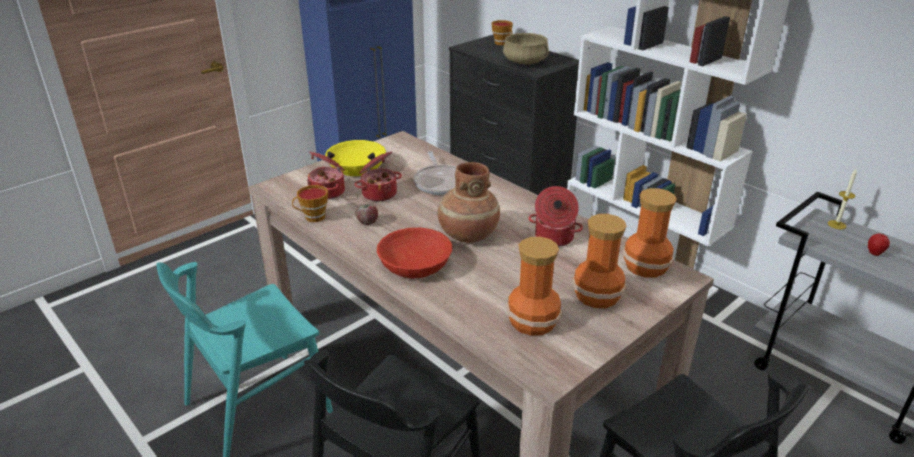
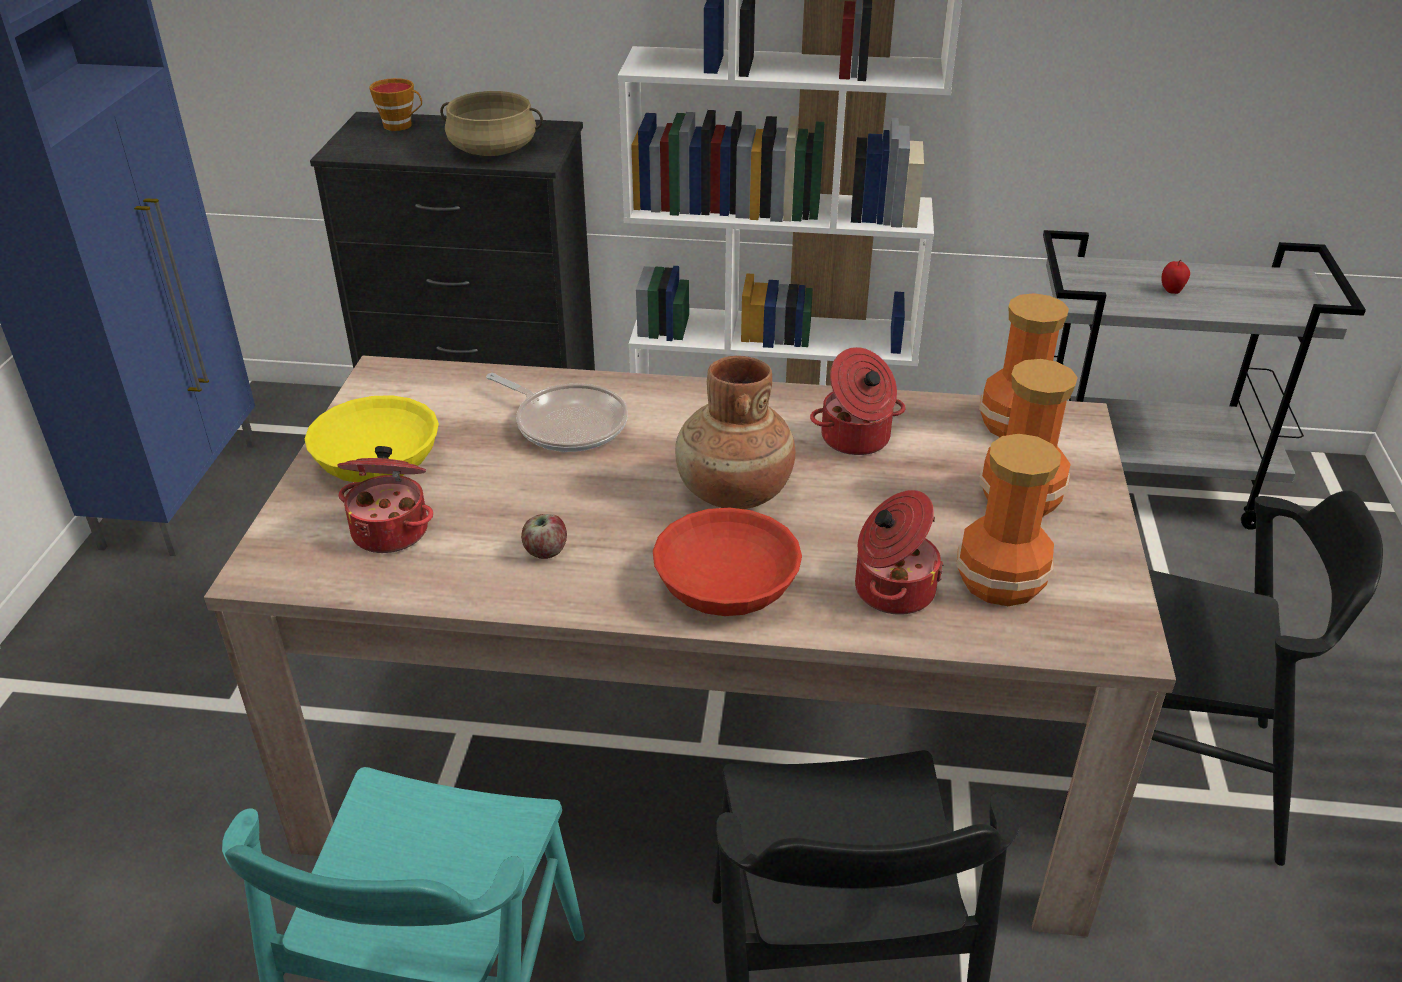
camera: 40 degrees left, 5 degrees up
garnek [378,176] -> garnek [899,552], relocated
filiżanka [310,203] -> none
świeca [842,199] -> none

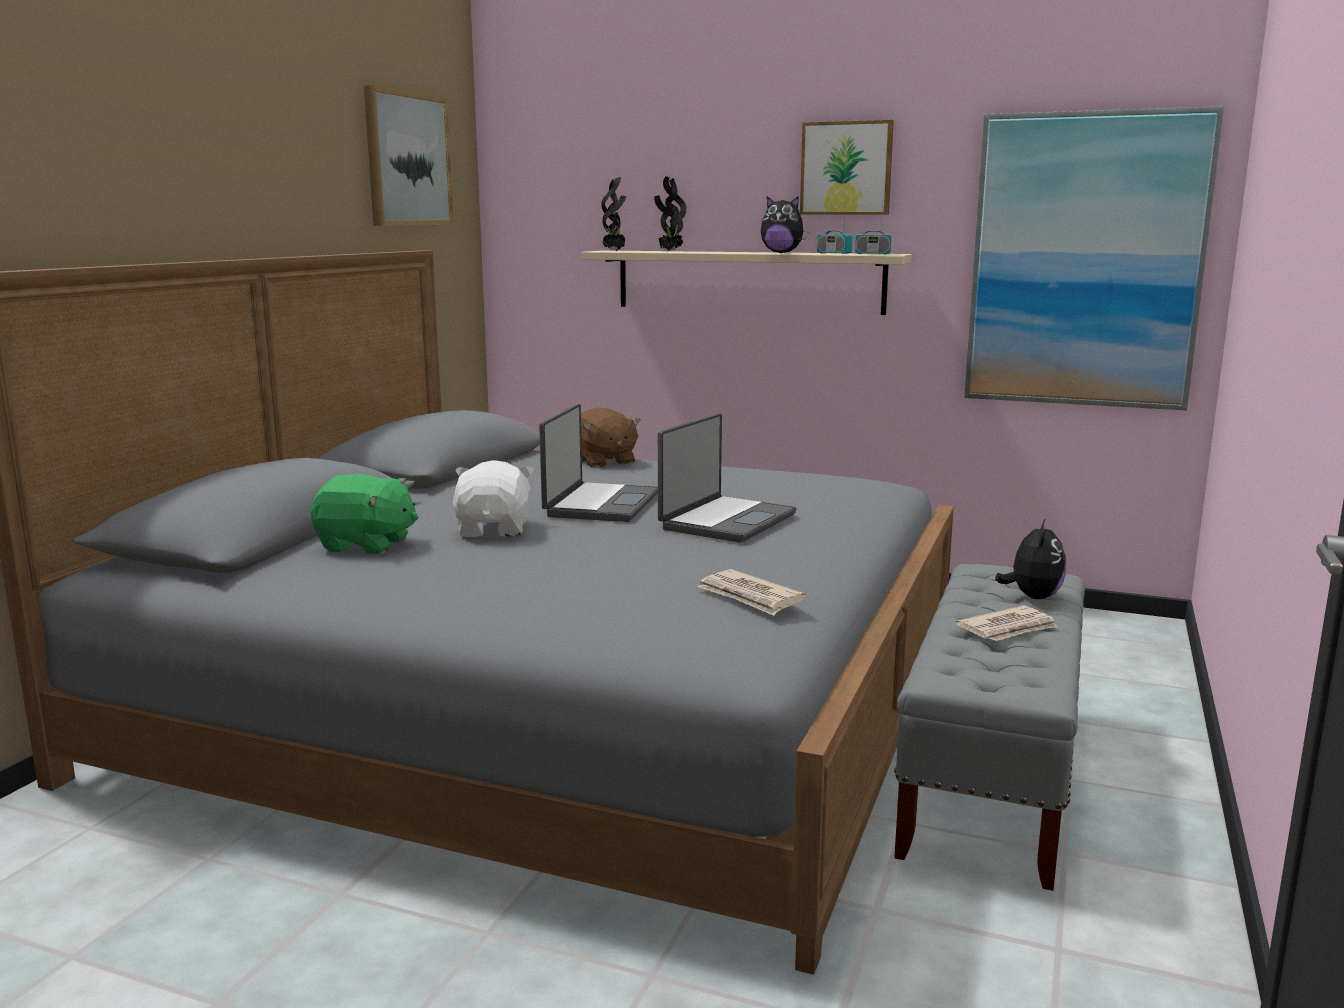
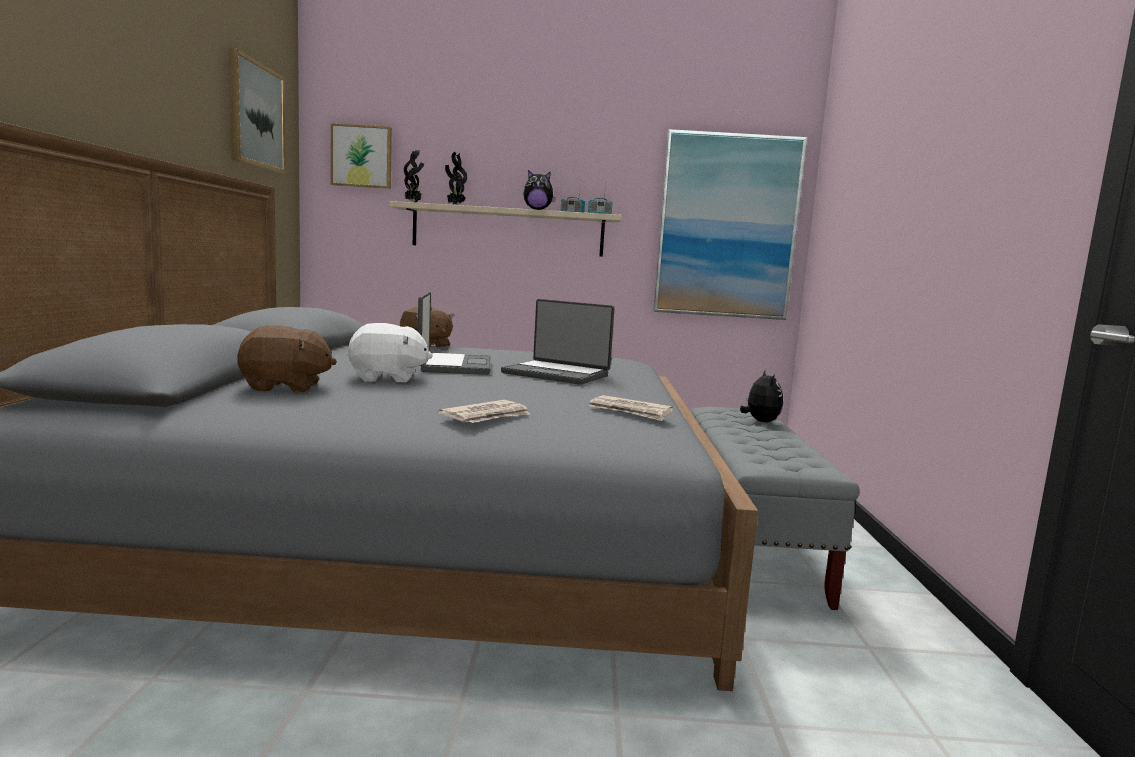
camera: 20 degrees left, 5 degrees down
pluszak (zielony) [364,514] -> pluszak (brązowy) [287,359]
obraz [847,167] -> obraz [361,156], relocated
pluszak (biały) [493,498] -> pluszak (biały) [390,353], 105 degrees clockwise
gazeta [1006,623] -> gazeta [484,411], relocated
laptop [727,478] -> laptop [558,342], 105 degrees clockwise

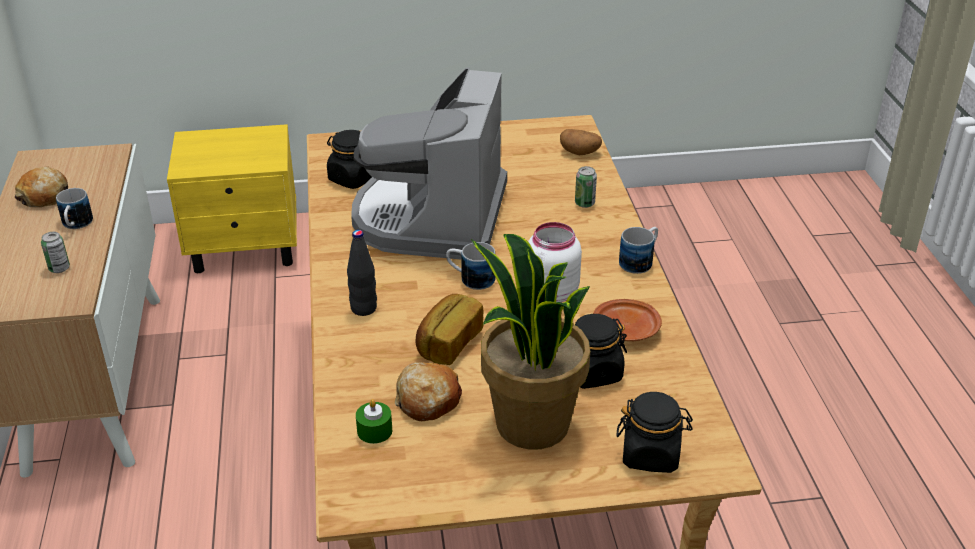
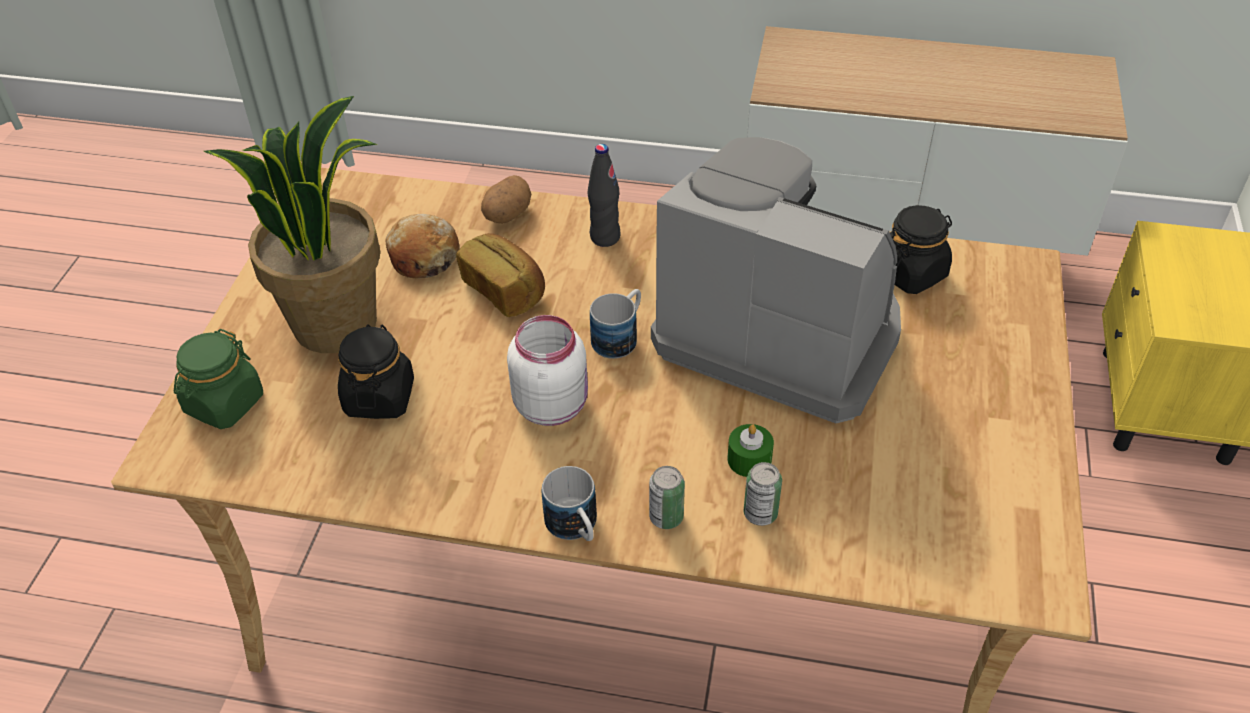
camera: 110 degrees right, 10 degrees up
słoik (czarny) [654,432] -> słoik (zielony) [218,379]
ziemniak [581,142] -> ziemniak [506,199], relocated
puszka [55,252] -> puszka [667,497], relocated
świeca (zielony) [374,421] -> świeca (zielony) [750,450], relocated
chleb [41,187] -> none
kubek [74,208] -> none
talerz (brązowy) [627,320] -> none

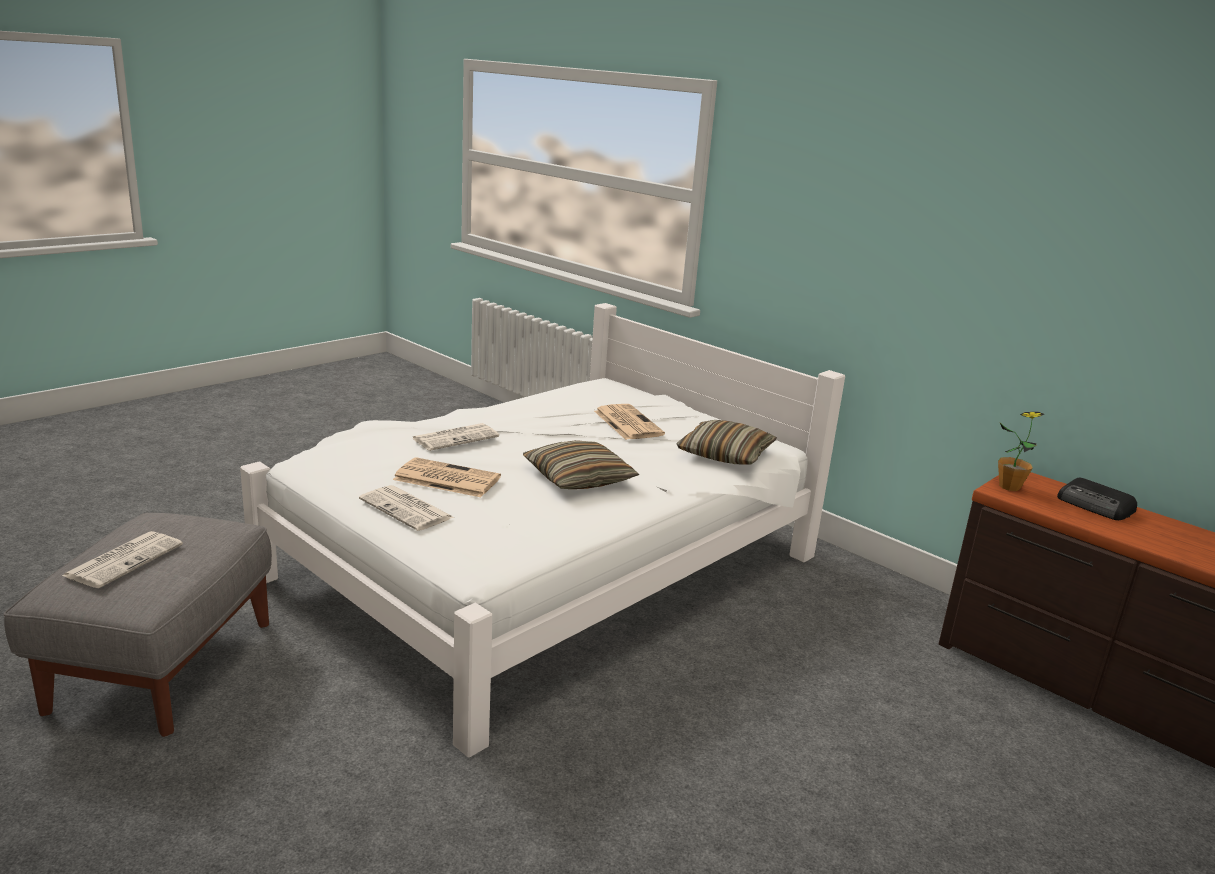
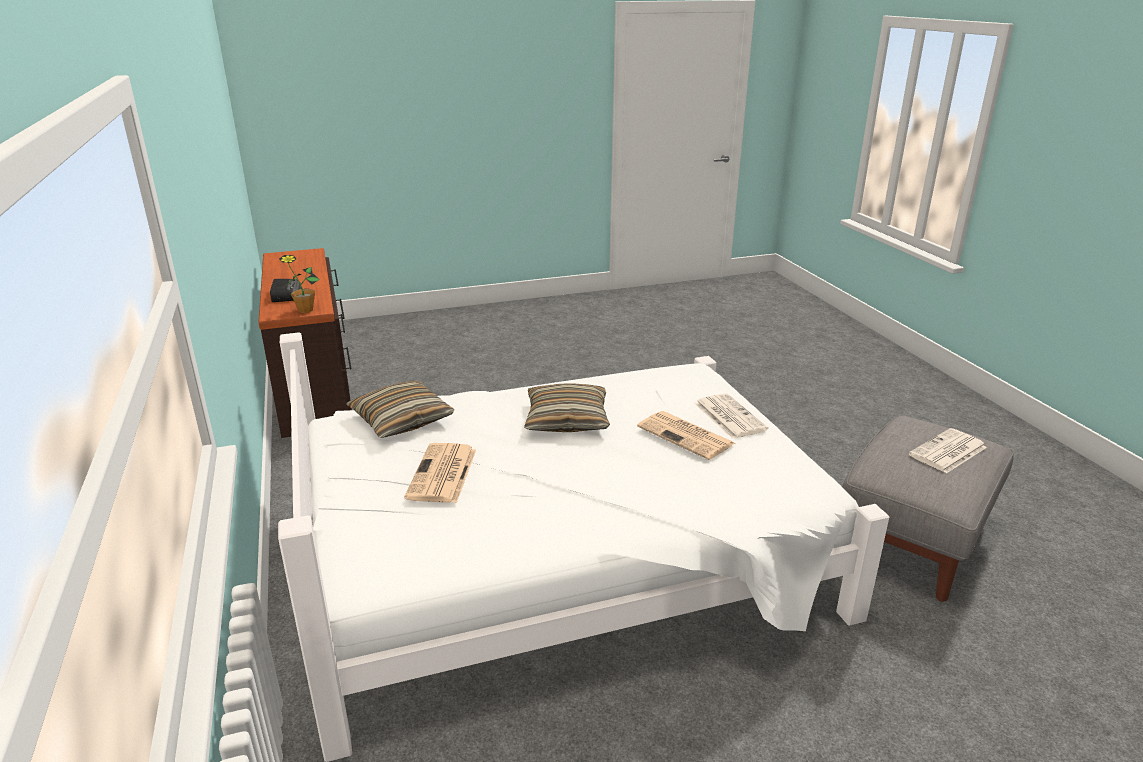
camera: 150 degrees left, 5 degrees up
gazeta [455,437] -> none

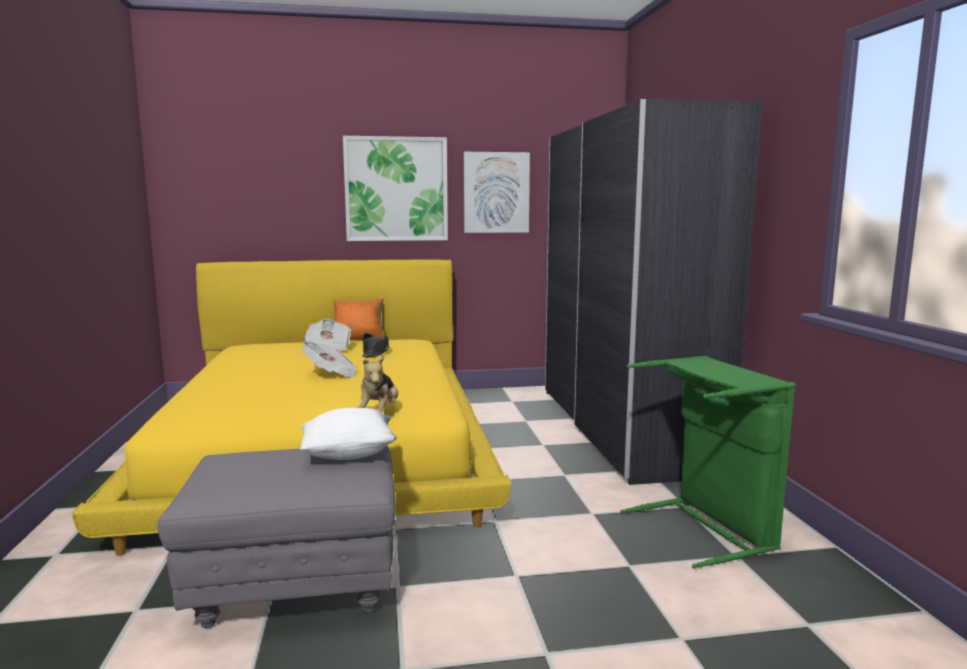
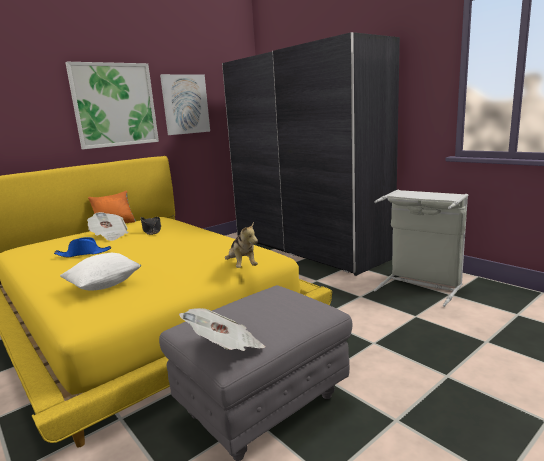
camera: 30 degrees left, 5 degrees up
none -> kapelusz (niebieski) [82,247]
poduszka (biały) [348,434] -> poduszka (biały) [100,271], relocated
gazeta [330,359] -> gazeta [222,329], relocated
kosz na pranie (zielony) [708,462] -> kosz na pranie (szary) [421,248]

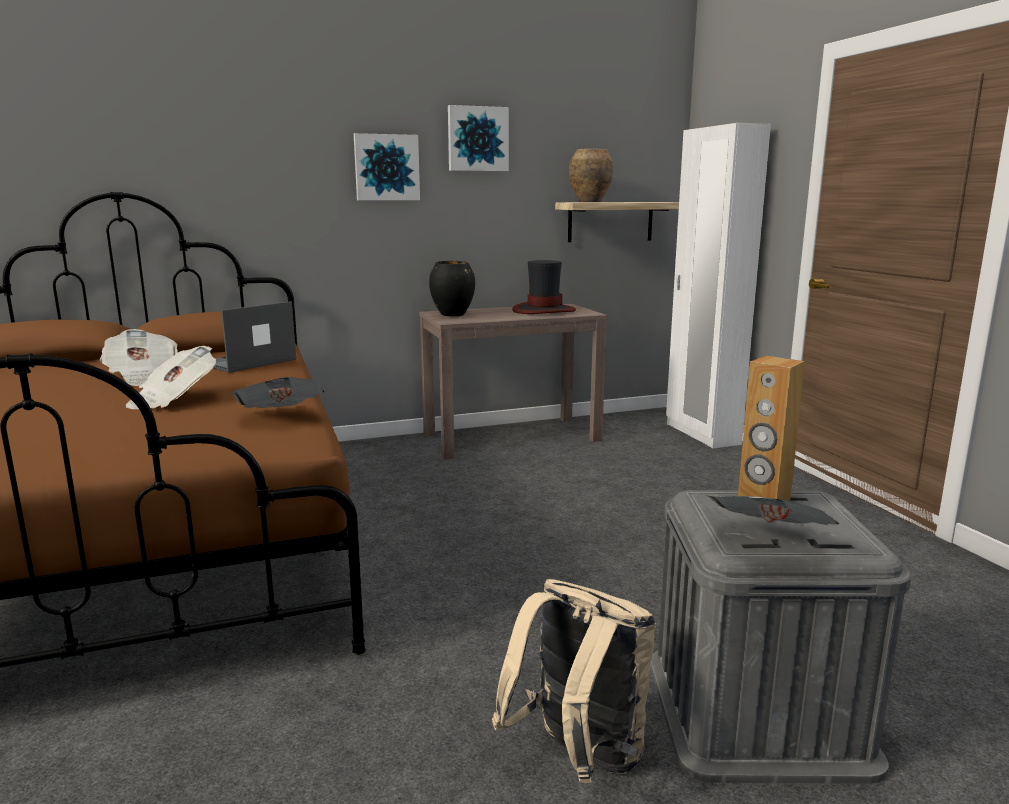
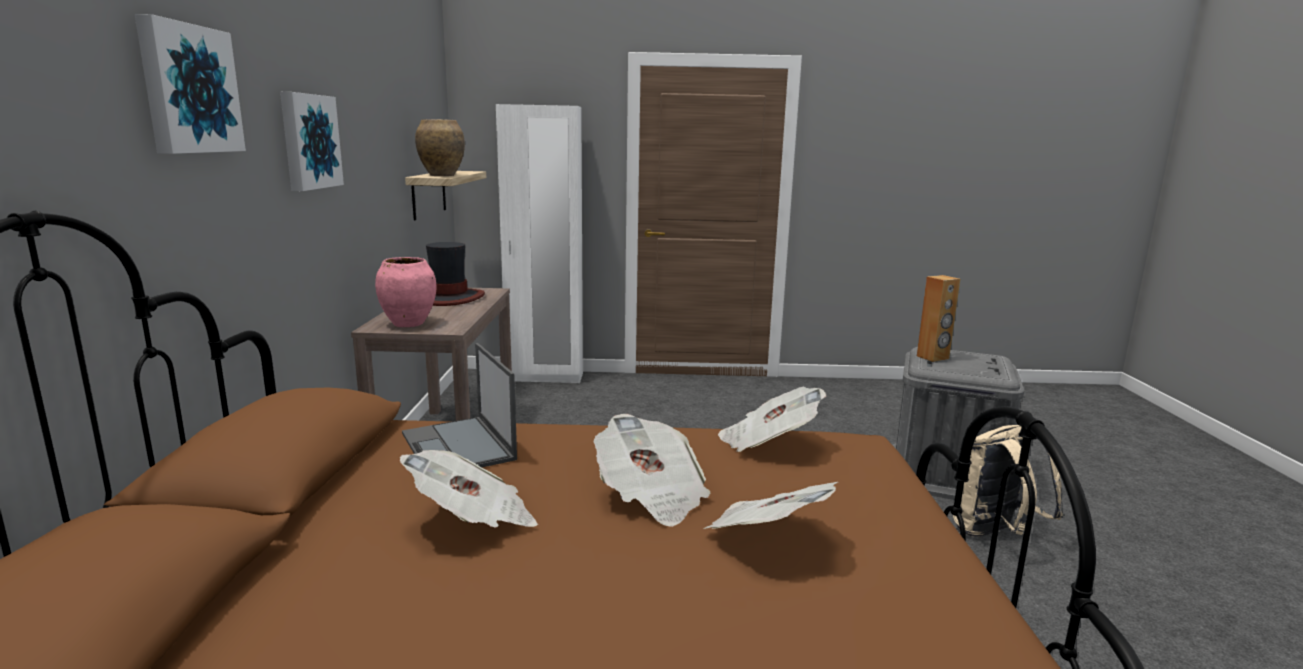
camera: 70 degrees left, 0 degrees up
obraz [478,138] -> obraz [190,84], relocated
wazon (czarny) [452,288] -> wazon (różowy) [405,292]
gazeta [772,510] -> gazeta [770,505], relocated

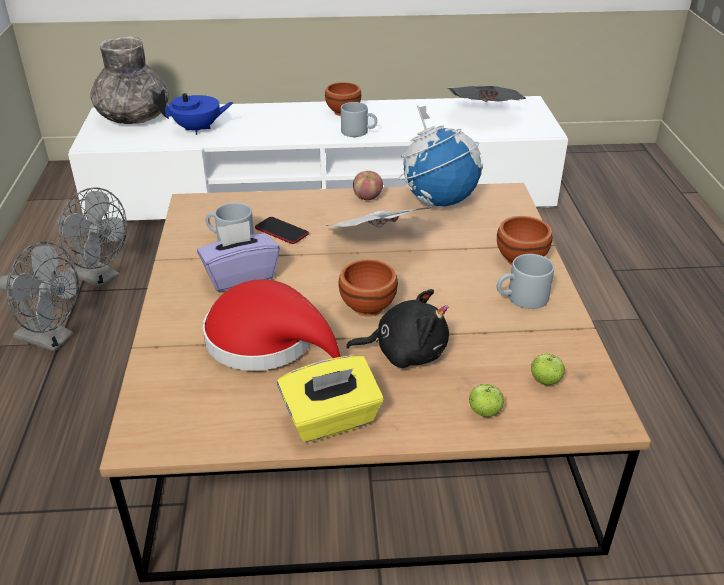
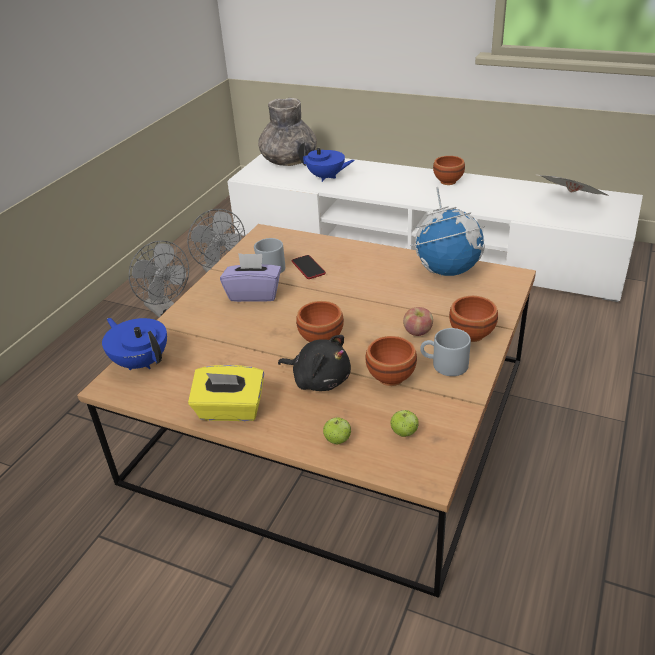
camera: 30 degrees right, 0 degrees up
none -> imbryk (niebieski) [134,344]
none -> miska (brązowy) [391,361]
jabłko [368,185] -> jabłko [418,321], relocated
kapelusz (czerwony) [272,325] -> none
gazeta [379,217] -> none
kubek (szary) [359,119] -> none

